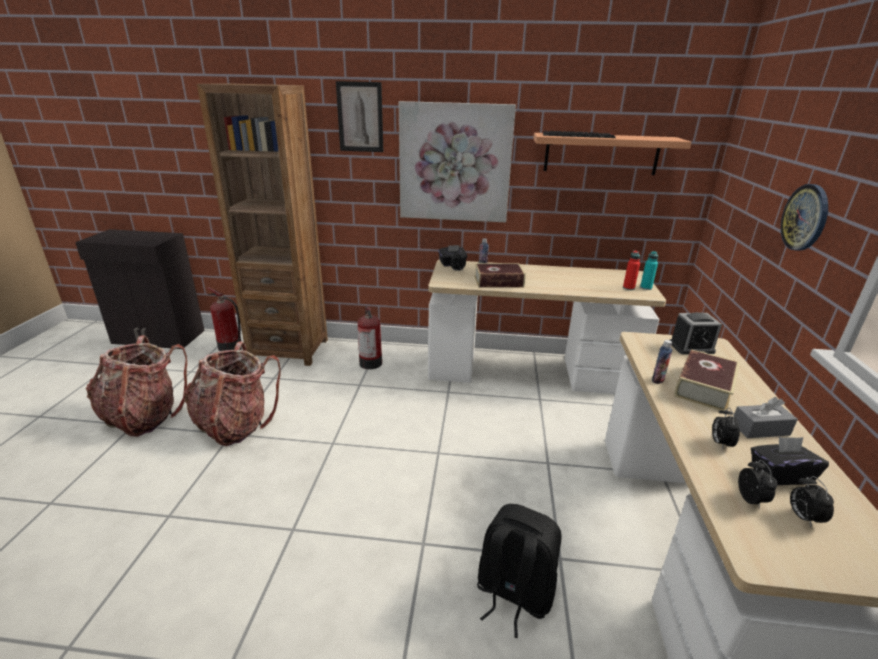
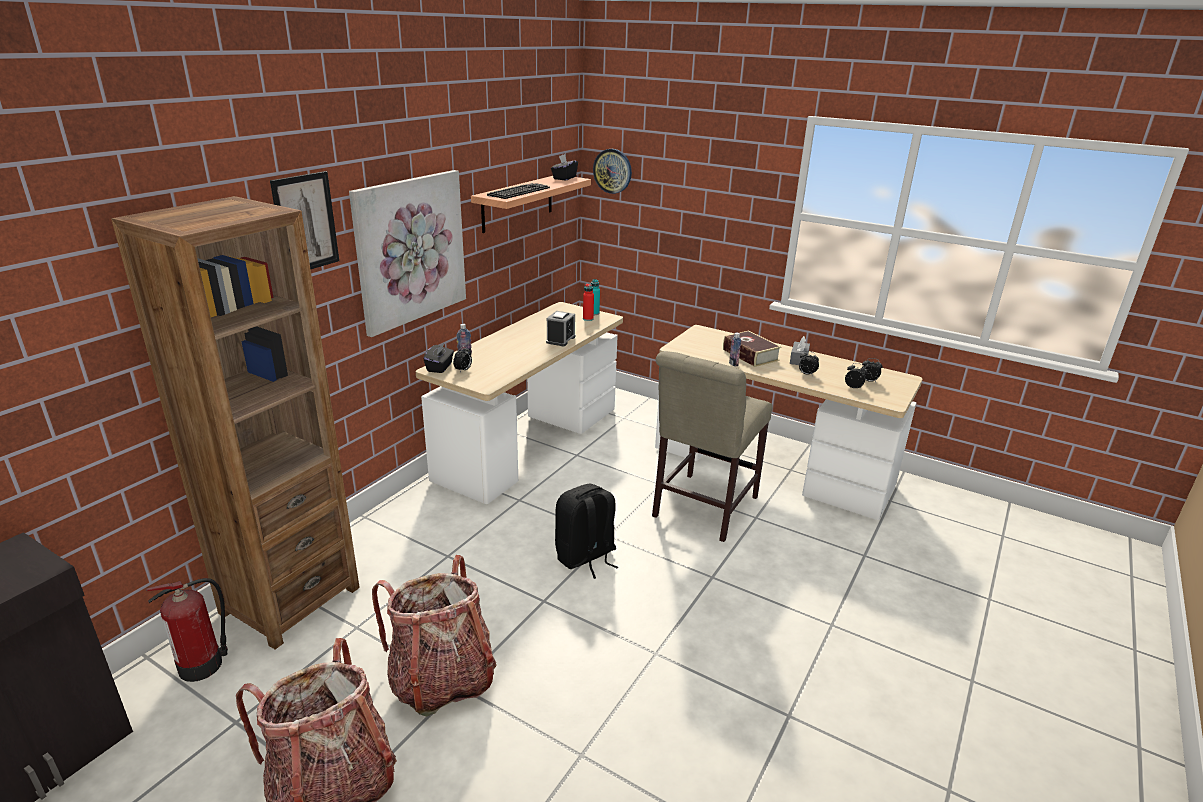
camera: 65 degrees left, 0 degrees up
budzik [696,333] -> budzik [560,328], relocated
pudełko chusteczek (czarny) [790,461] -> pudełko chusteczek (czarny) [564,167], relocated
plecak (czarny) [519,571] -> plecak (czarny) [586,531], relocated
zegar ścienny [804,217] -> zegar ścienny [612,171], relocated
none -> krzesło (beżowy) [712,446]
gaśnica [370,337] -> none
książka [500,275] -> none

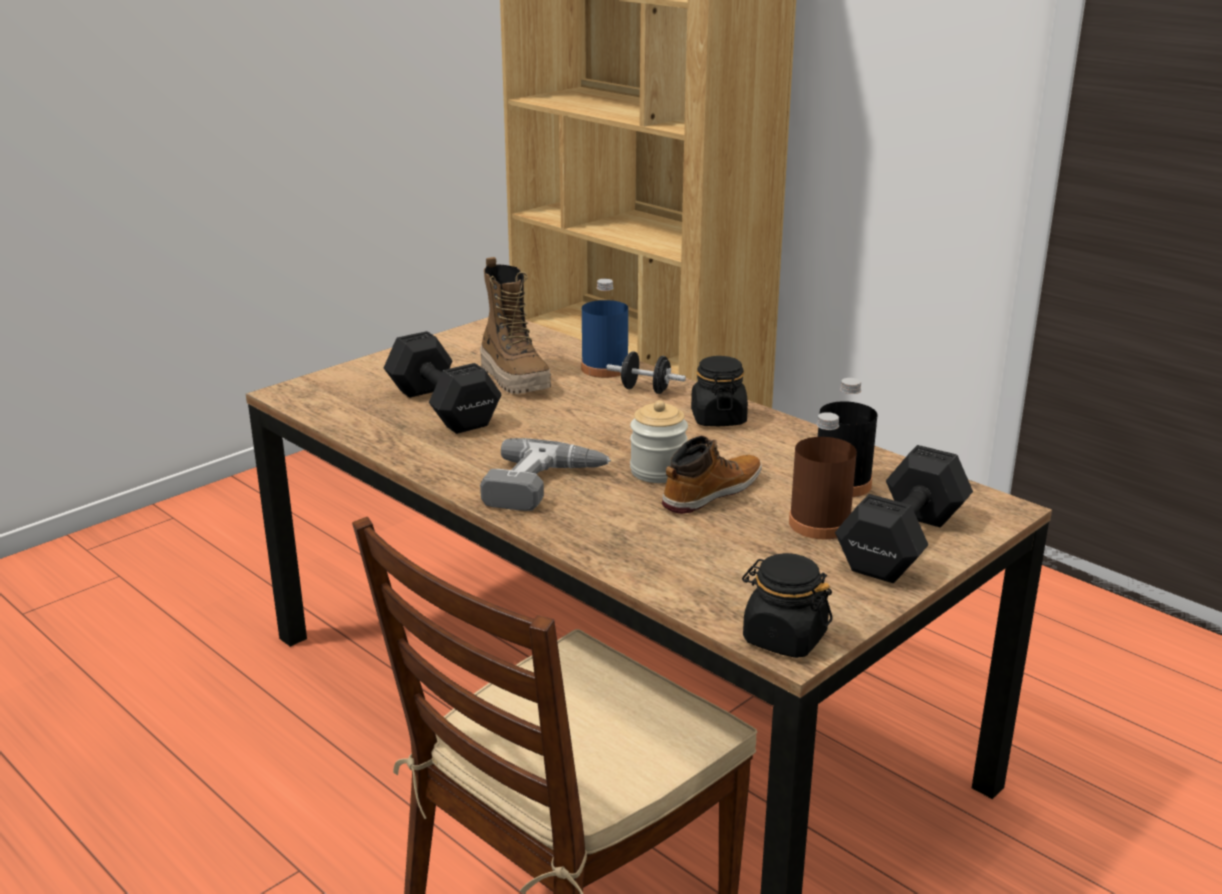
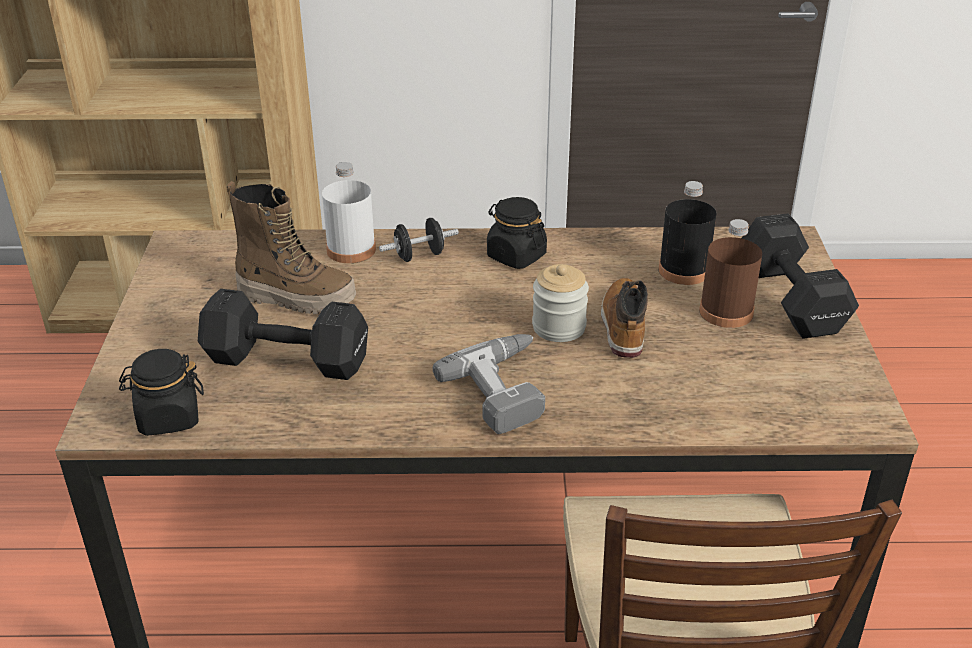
camera: 45 degrees left, 10 degrees up
słoik (czarny) [787,605] -> słoik (czarny) [161,392], relocated
butelka (niebieski) [604,328] -> butelka (biały) [349,212]

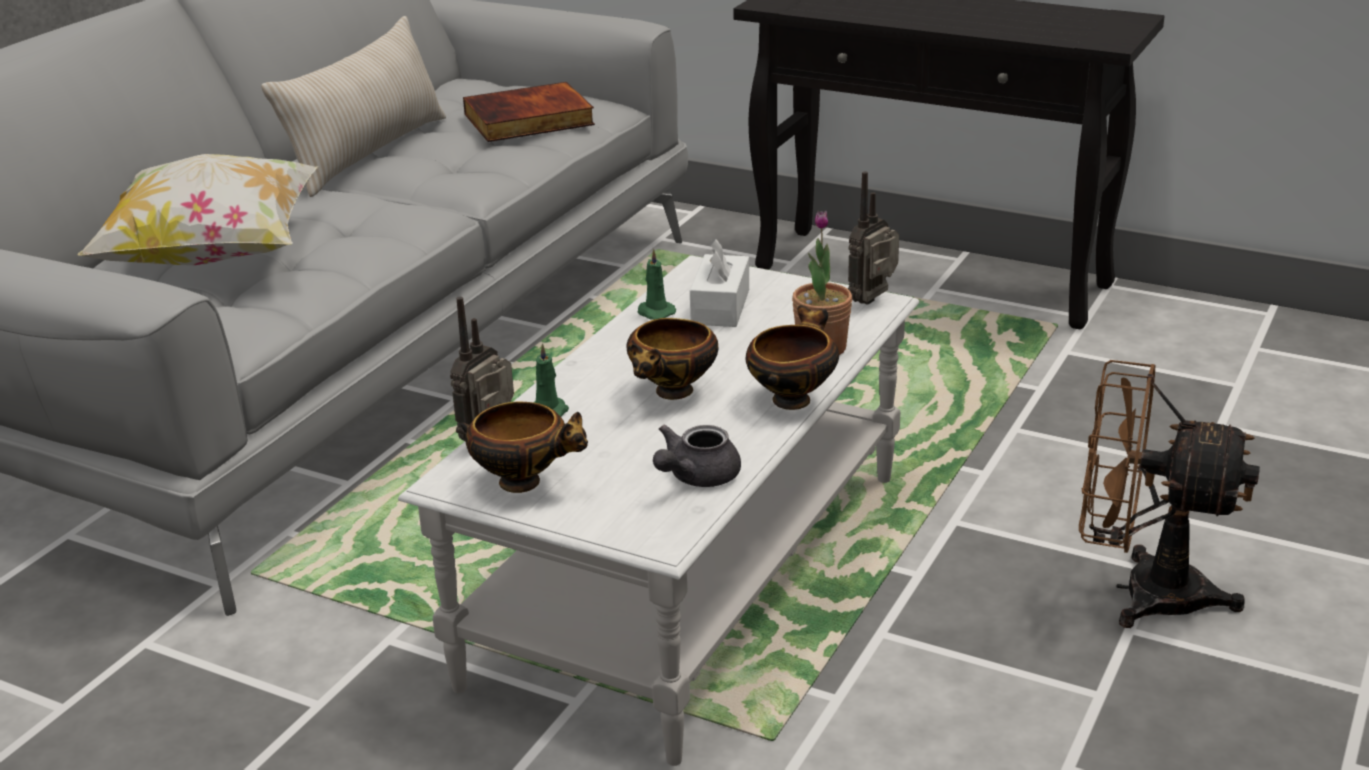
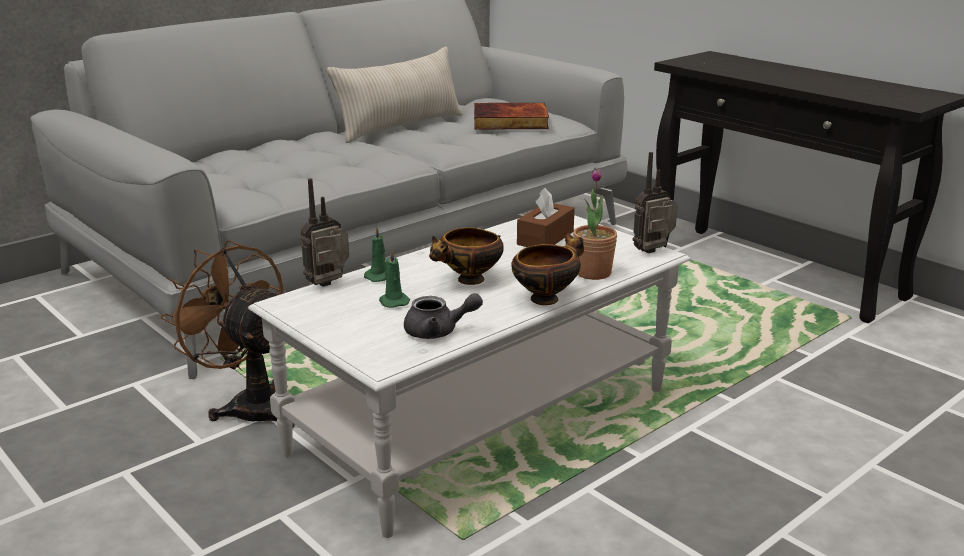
camera: 20 degrees right, 5 degrees down
wentylator (brązowy) [1169,494] -> wentylator (brązowy) [227,333], relocated
świeca (zielony) [656,284] -> świeca (zielony) [394,278], relocated
imbryk (szary) [697,455] -> imbryk (szary) [443,316], 150 degrees counterclockwise
pudełko chusteczek (biały) [719,282] -> pudełko chusteczek (brązowy) [546,217]
poduszka [197,209] -> none
miska [524,447] -> none

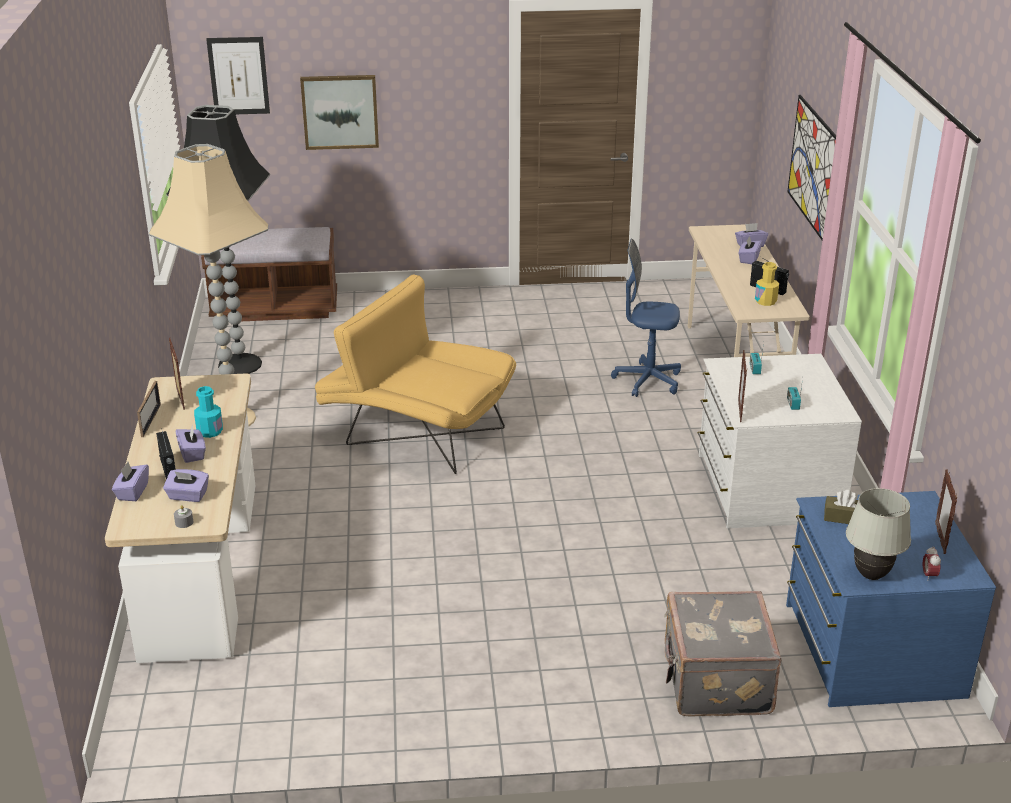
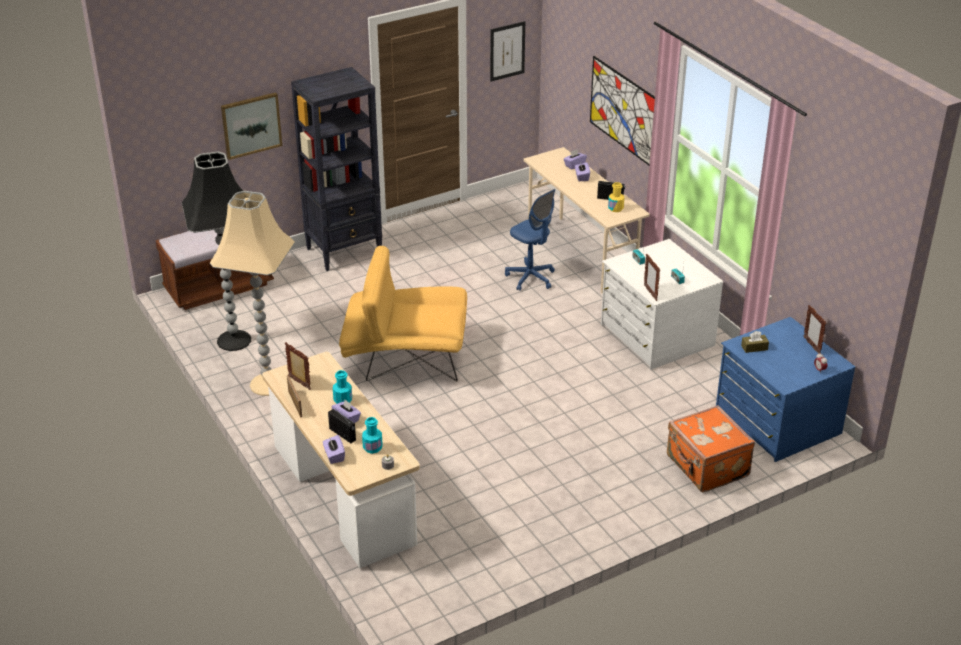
camera: 25 degrees left, 5 degrees up
none -> regał (czarny) [336,169]
pudełko chusteczek (fioletowy) [186,485] -> butelka (turkusowy) [372,435]
obraz [238,75] -> obraz [507,51], relocated
krzesło biurowe (niebieski) [646,318] -> krzesło biurowe (niebieski) [530,240], 120 degrees counterclockwise
walizka (szary) [722,654] -> walizka (pomarańczowy) [711,448]
lampa stołowa (biały) [878,534] -> none

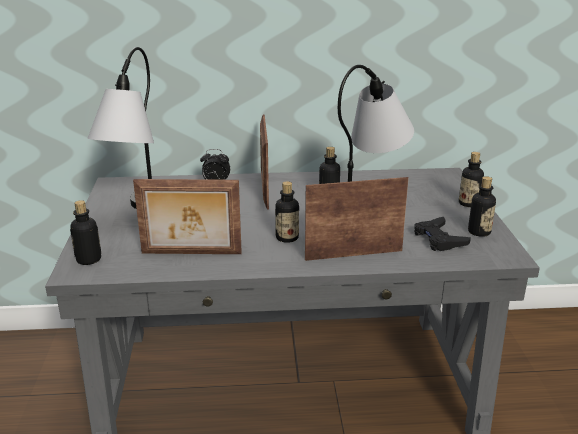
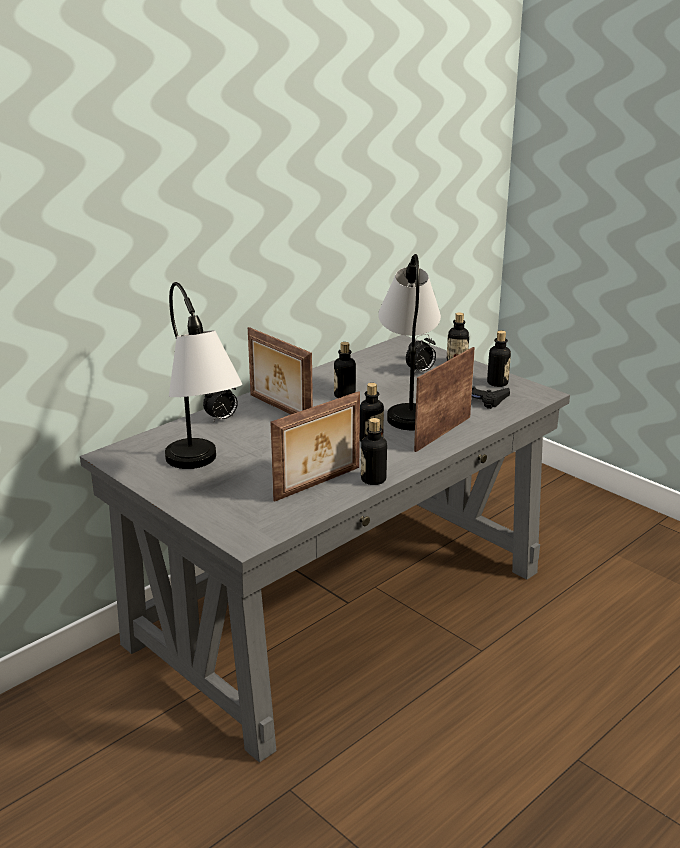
camera: 40 degrees left, 0 degrees up
butelka [86,232] -> butelka [374,451], relocated
none -> budzik [421,354]

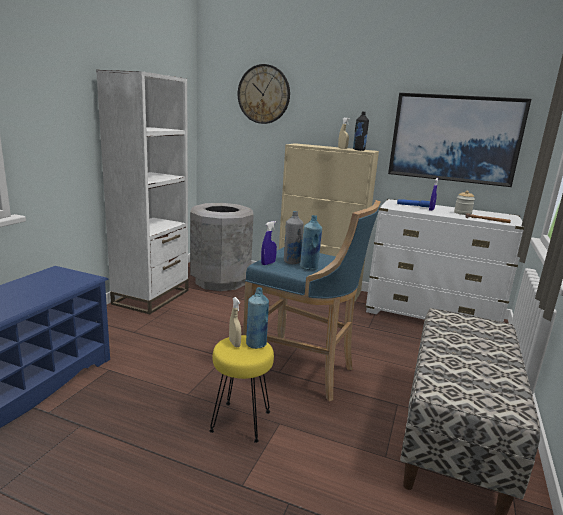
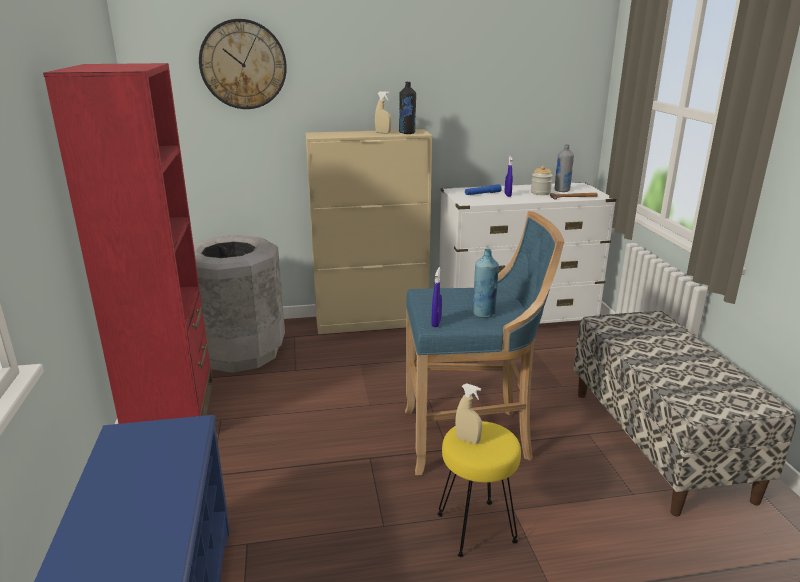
camera: 30 degrees left, 5 degrees up
regał (biały) [142,192] -> regał (czerwony) [128,243]
butelka (szary) [294,237] -> butelka (szary) [564,168], relocated
butelka (niebieski) [257,318] -> none
obraz [459,140] -> none

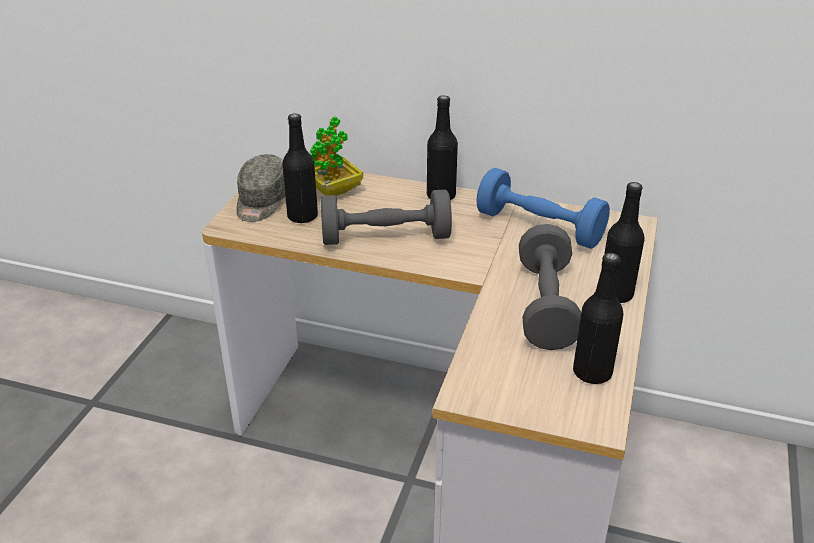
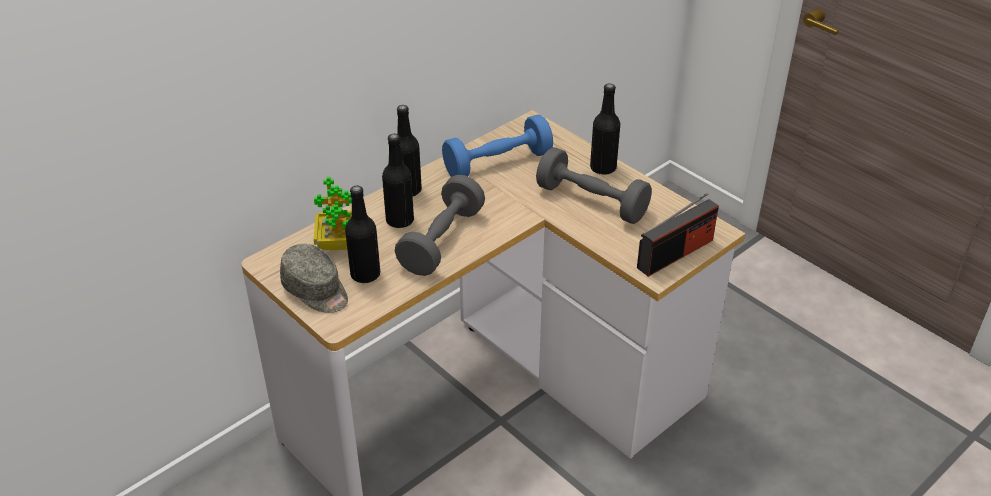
camera: 60 degrees left, 5 degrees up
butelka (czarny) [598,318] -> butelka (czarny) [398,181], relocated
none -> radio [678,235]

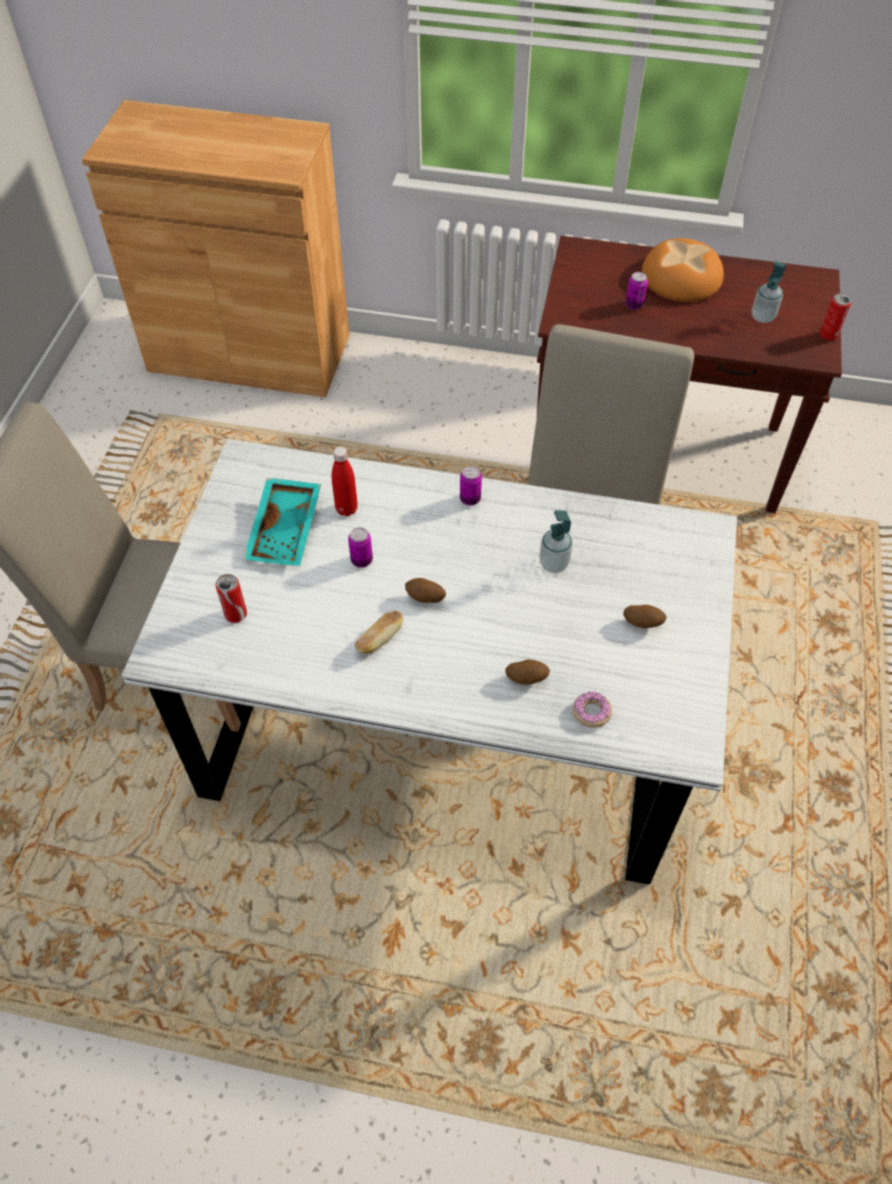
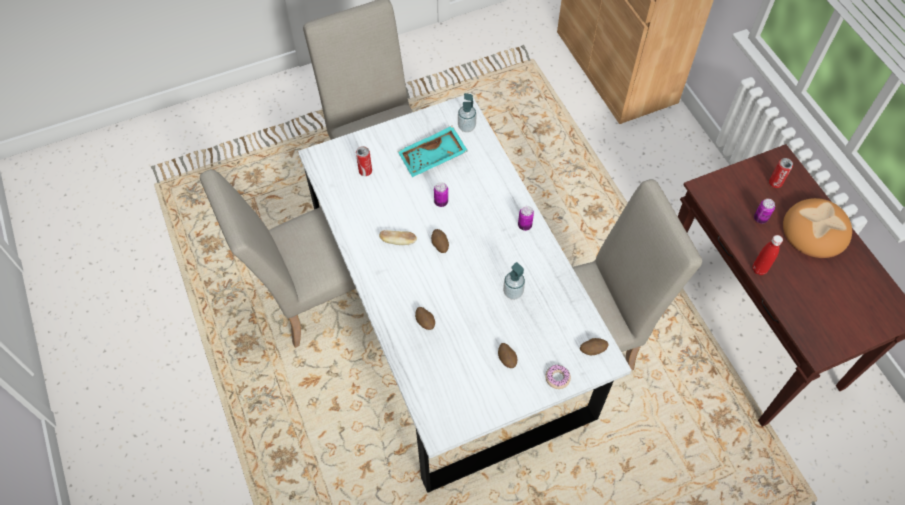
camera: 55 degrees right, 5 degrees up
none -> krzesło (beżowy) [278,258]
dozownik mydła [769,292] -> dozownik mydła [467,112], relocated
donut [592,710] -> donut [558,377], relocated
none -> ziemniak [594,346]
butelka (czerwony) [345,481] -> butelka (czerwony) [768,255], relocated
puszka [836,316] -> puszka [781,173], relocated

